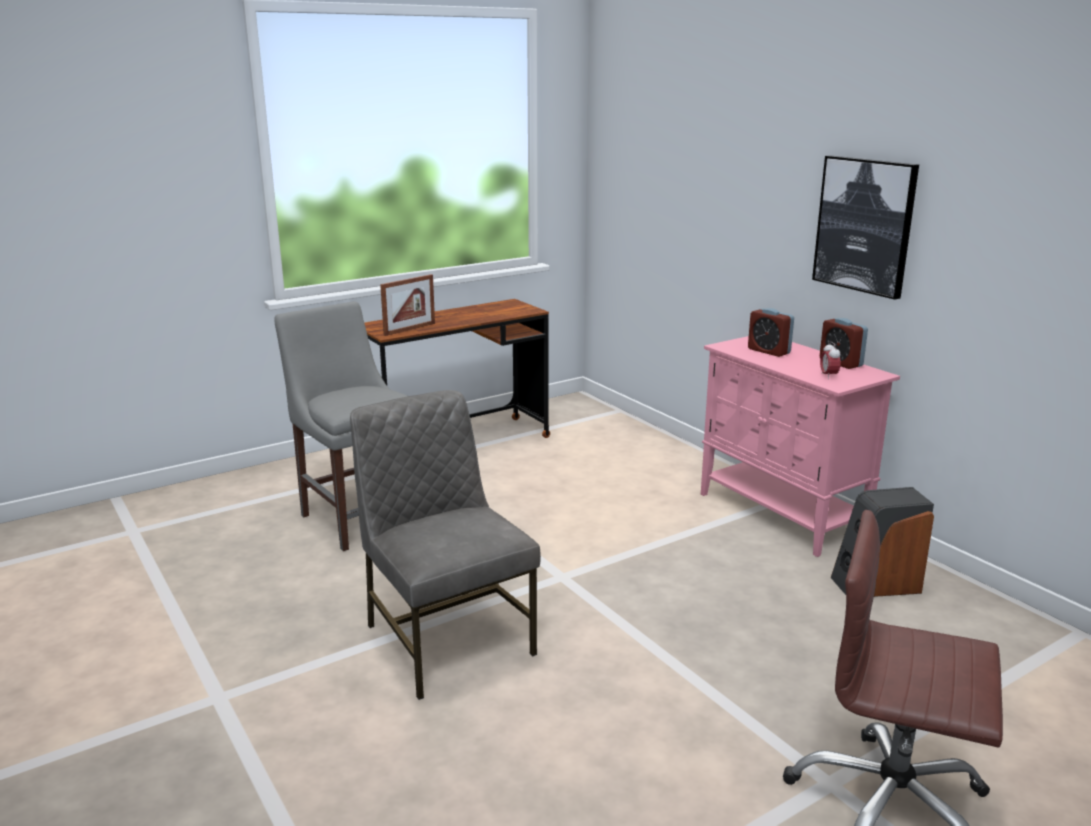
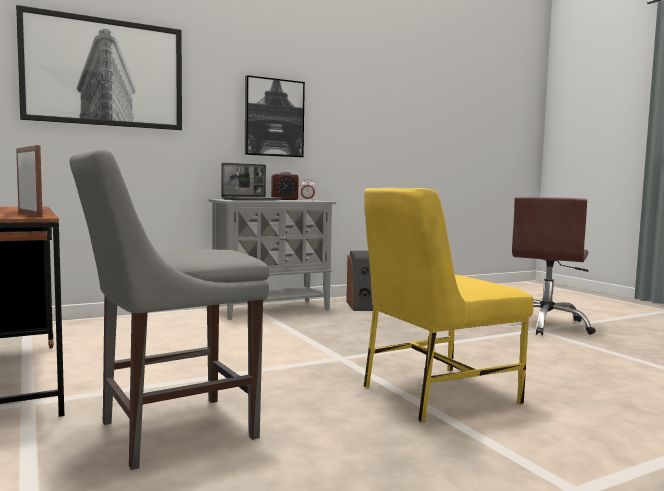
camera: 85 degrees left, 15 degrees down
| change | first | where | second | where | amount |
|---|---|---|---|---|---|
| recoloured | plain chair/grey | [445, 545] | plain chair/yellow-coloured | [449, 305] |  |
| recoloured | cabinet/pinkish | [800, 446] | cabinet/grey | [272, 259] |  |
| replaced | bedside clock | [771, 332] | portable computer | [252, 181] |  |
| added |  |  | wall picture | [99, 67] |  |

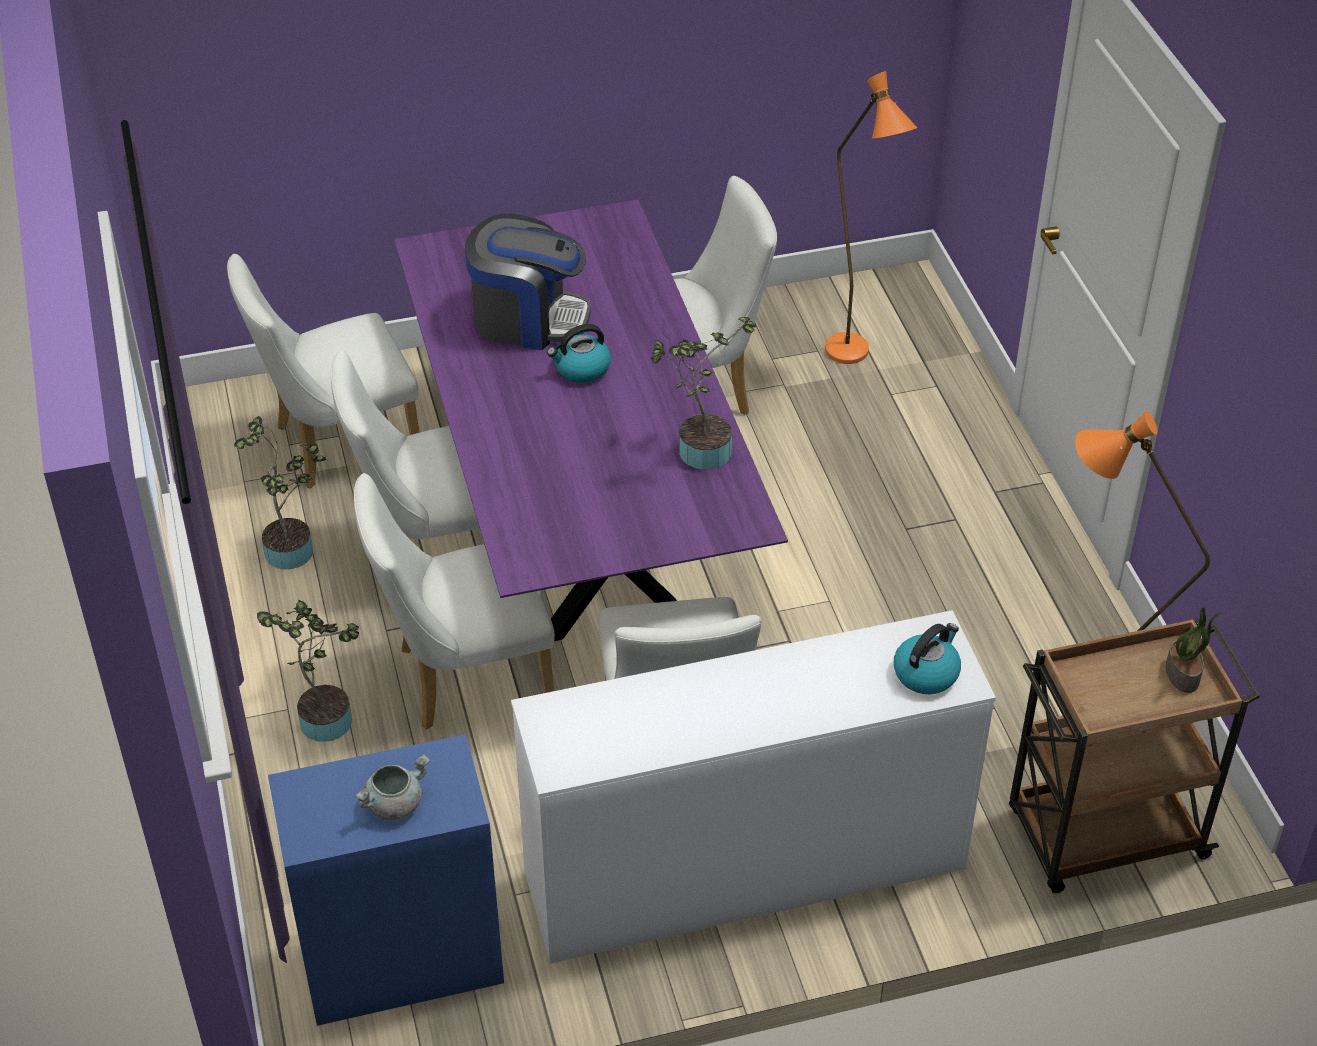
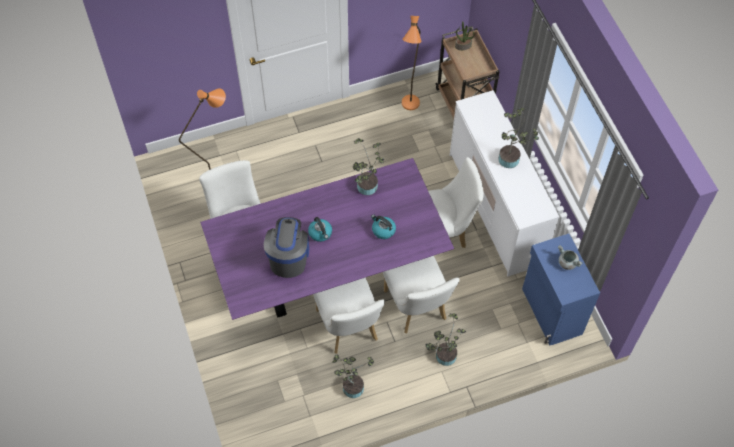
camera: 95 degrees left, 15 degrees up
| change | first | where | second | where | amount |
|---|---|---|---|---|---|
| removed | plain chair/white | [323, 371] |  |  |  |
| moved | water kettle | [927, 658] |  | [383, 227] |  |
| added |  |  | plant in a pot | [518, 138] |  |

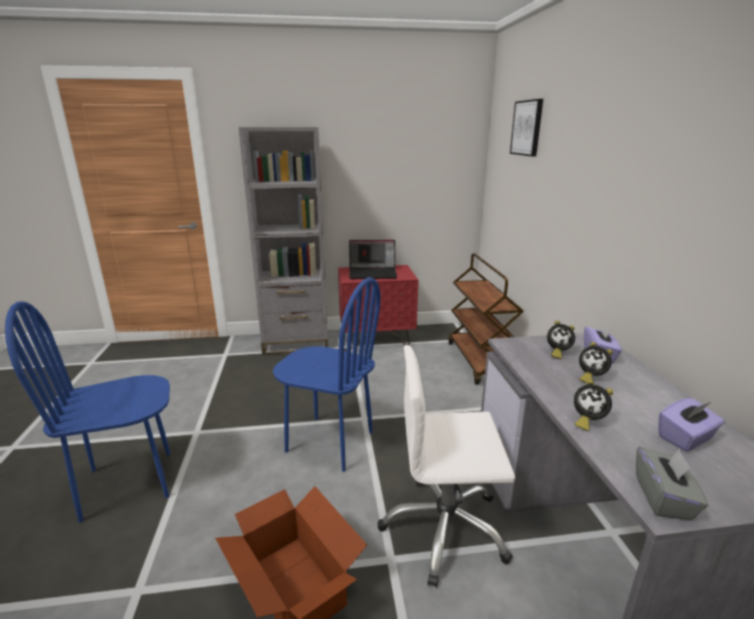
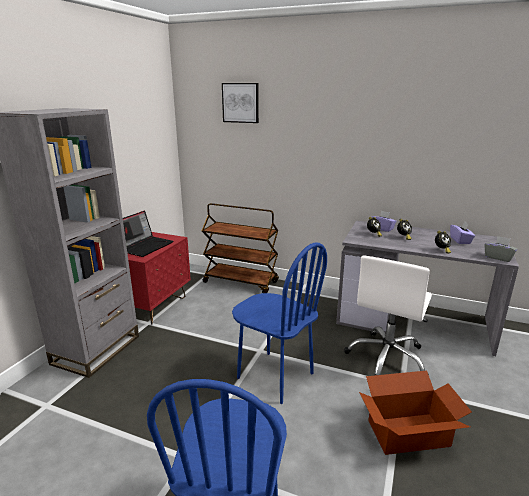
camera: 60 degrees left, 0 degrees up
| change | first | where | second | where | amount |
|---|---|---|---|---|---|
| turned | plain chair/blue-coloured | [327, 374] |  | [279, 323] | 75 degrees clockwise |

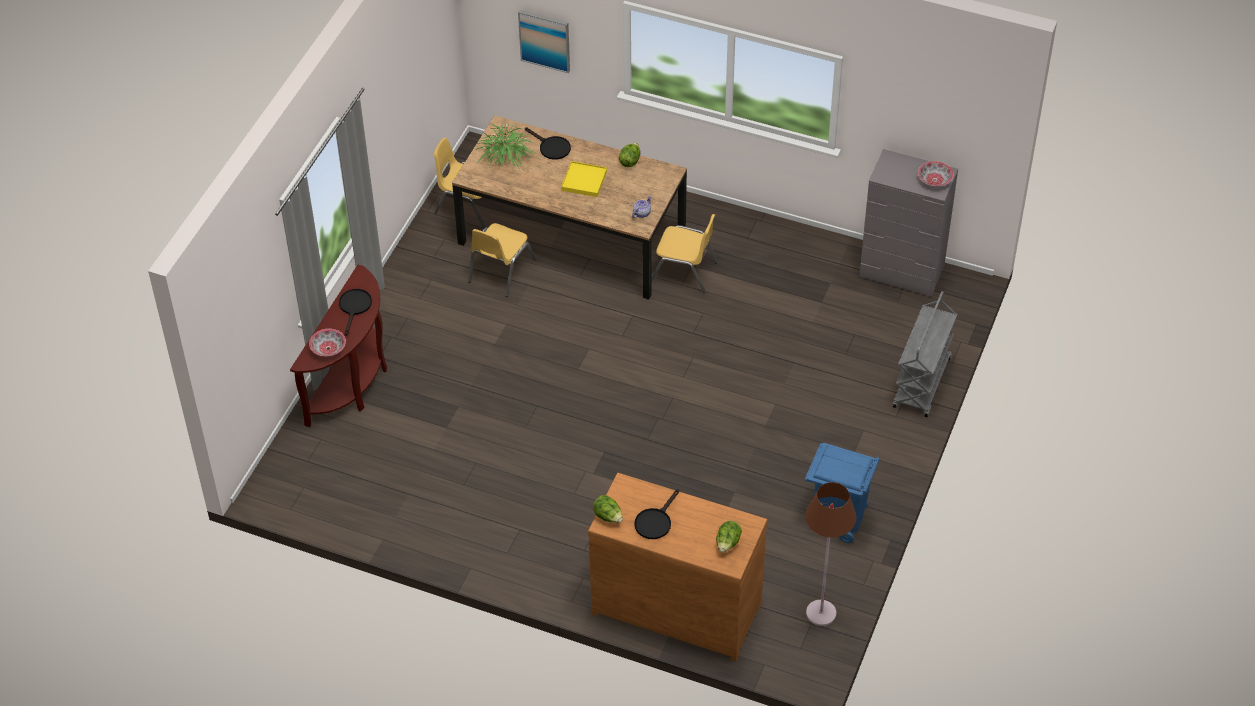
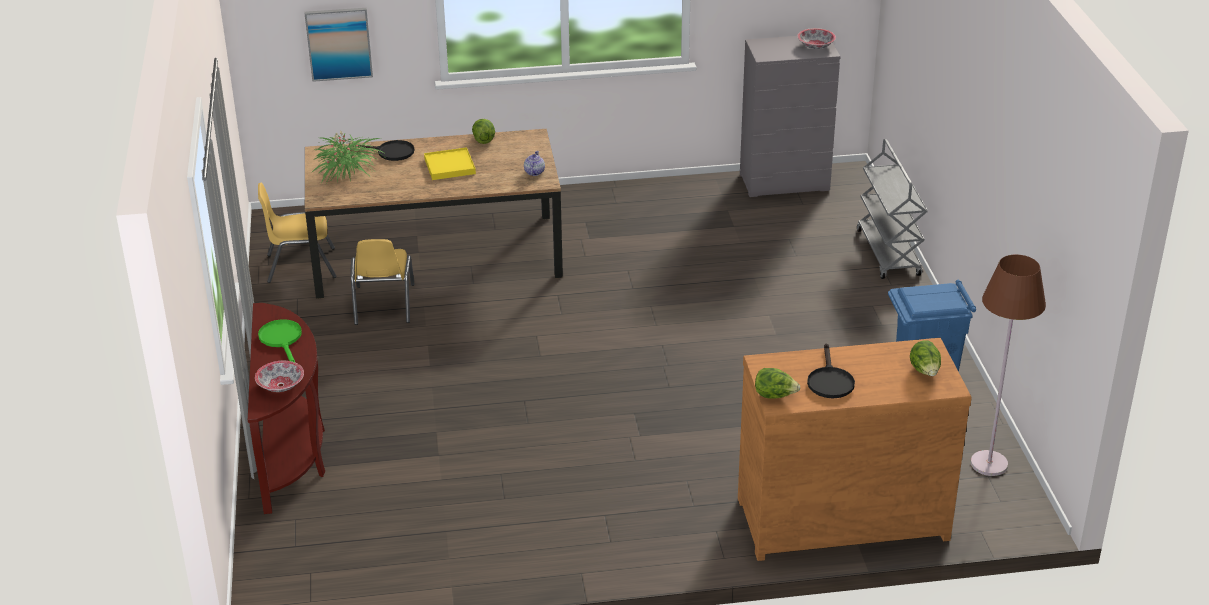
camera: 30 degrees left, 15 degrees down
| change | first | where | second | where | amount |
|---|---|---|---|---|---|
| recoloured | skillet/black | [355, 312] | skillet/green | [280, 341] |  |
| removed | plain chair/yellow-coloured | [685, 253] |  |  |  |

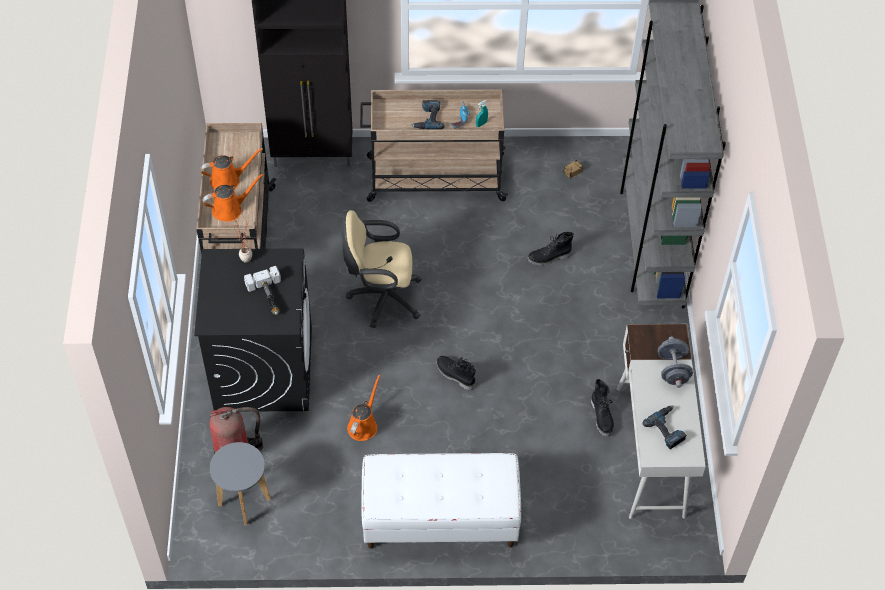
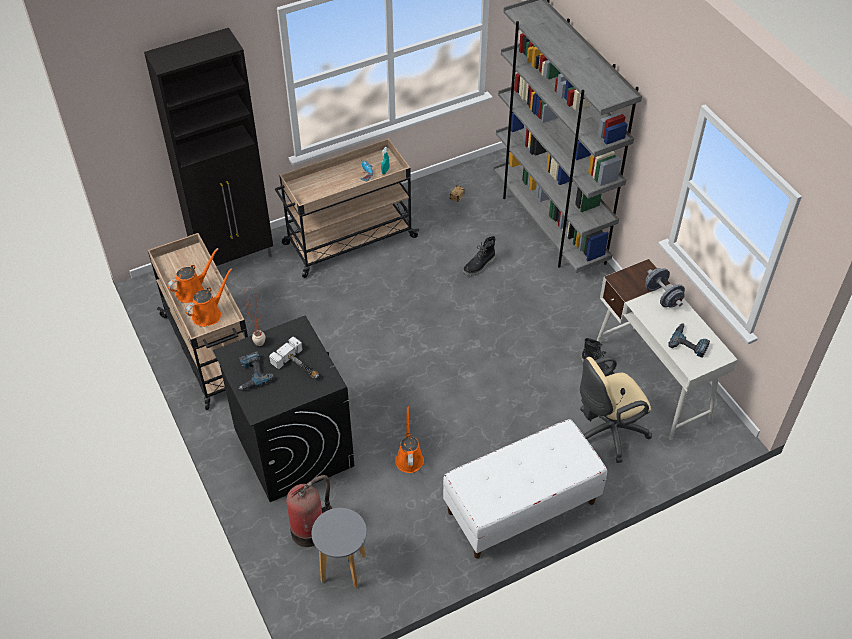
camera: 25 degrees left, 5 degrees down
| change | first | where | second | where | amount |
|---|---|---|---|---|---|
| moved | office chair/sand-coloured | [381, 269] |  | [616, 409] |  |
| moved | power drill | [428, 115] |  | [256, 370] |  |
| removed | high-top boot/black | [456, 373] |  |  |  |

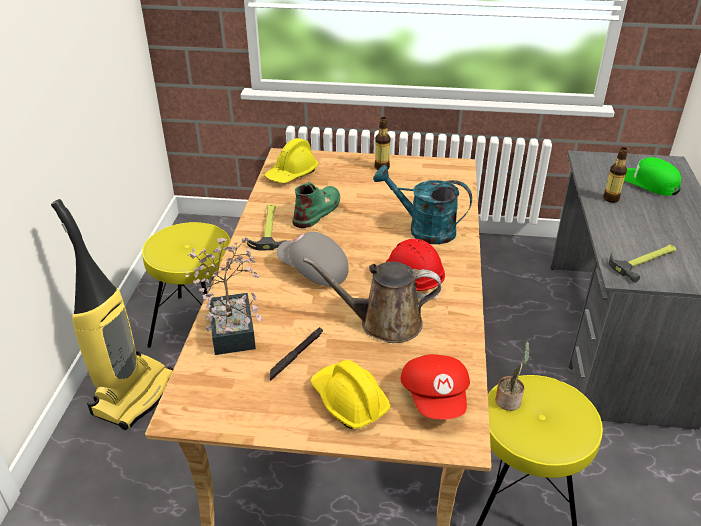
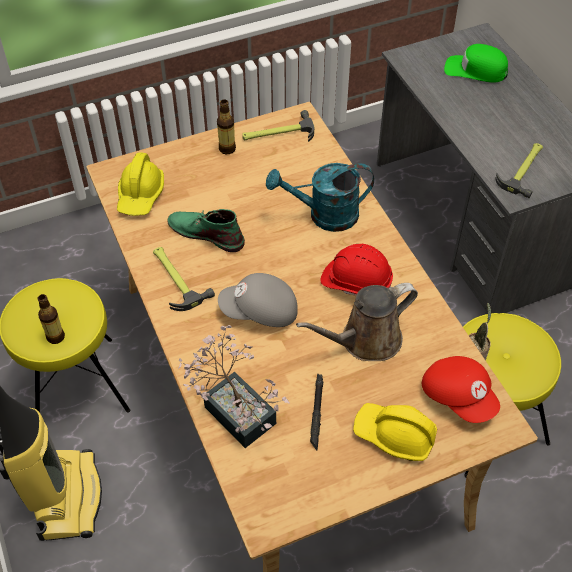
camera: 30 degrees left, 15 degrees up
| change | first | where | second | where | amount |
|---|---|---|---|---|---|
| turned | high-top boot/green | [316, 205] |  | [206, 230] | 60 degrees counterclockwise |
| moved | drink bottle | [615, 175] |  | [51, 319] |  |
| added |  |  | hammer | [278, 126] |  |

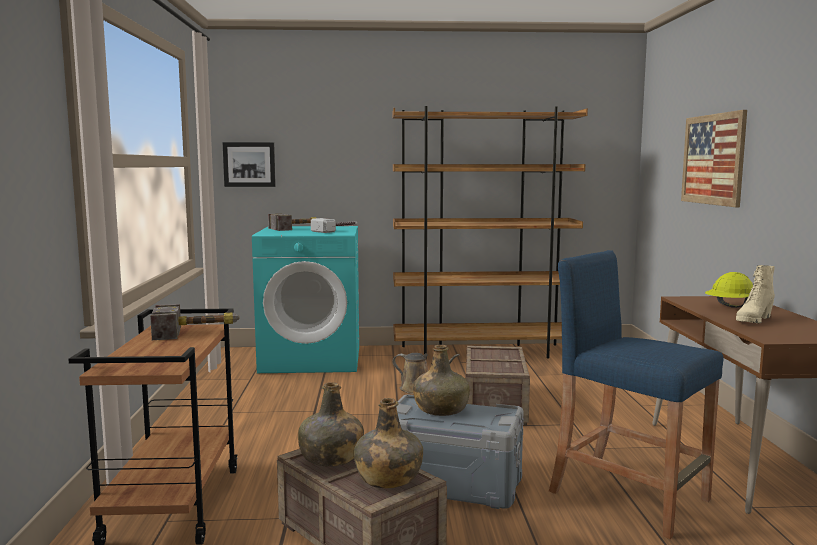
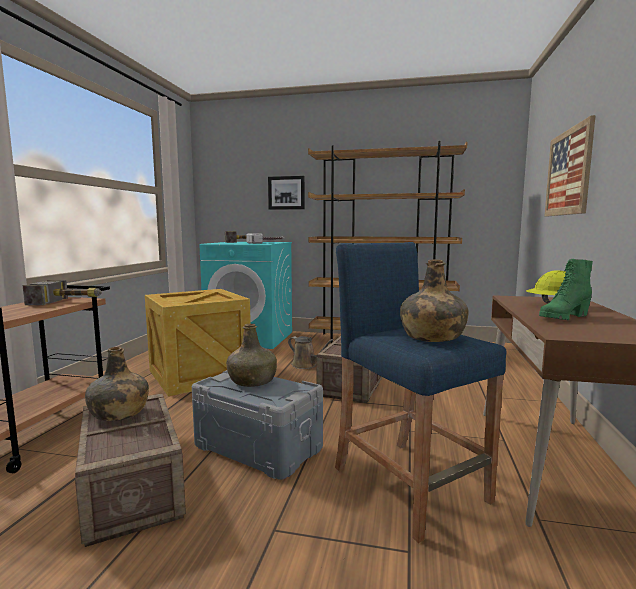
camera: 15 degrees right, 0 degrees up
| change | first | where | second | where | amount |
|---|---|---|---|---|---|
| moved | wall picture | [249, 164] |  | [286, 193] |  |
| moved | drink bottle/green | [388, 443] |  | [434, 300] |  |
| recoloured | high-top boot/sand-coloured | [755, 294] | high-top boot/green | [566, 289] |  |
| added |  |  | packing crate | [198, 342] |  |

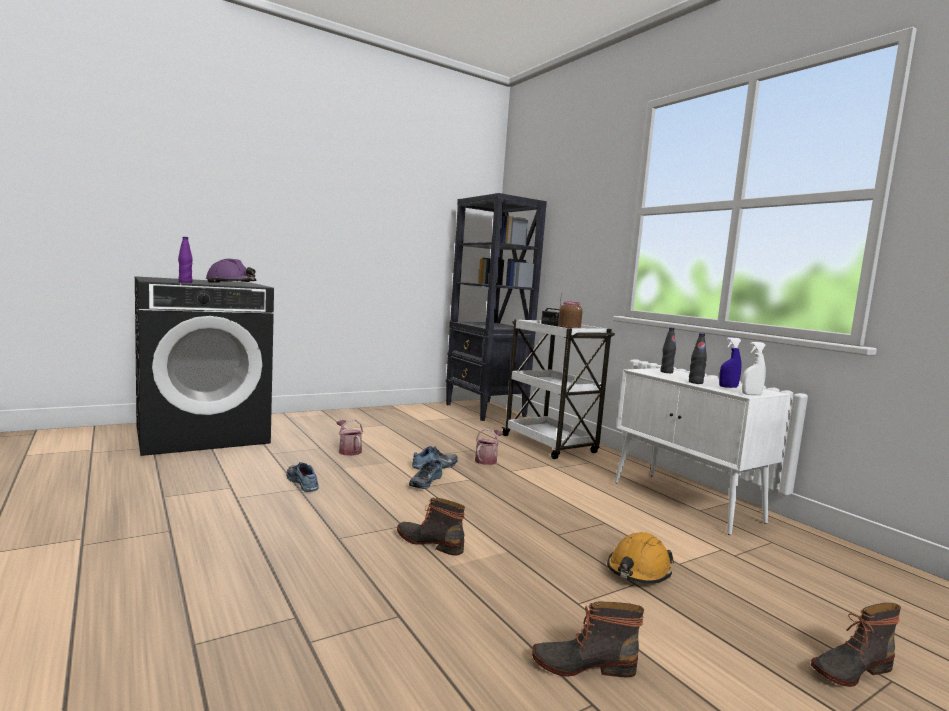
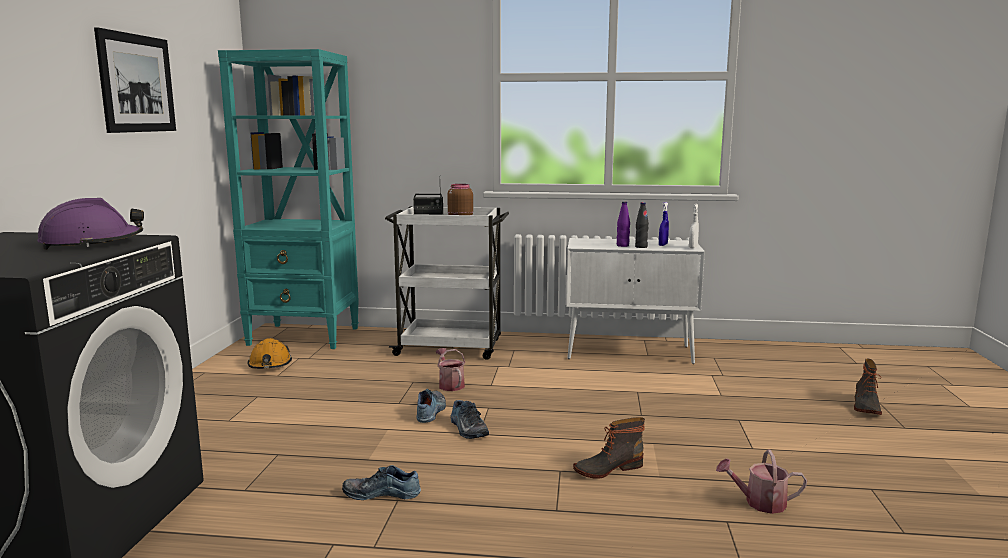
camera: 50 degrees left, 5 degrees up
| change | first | where | second | where | amount |
|---|---|---|---|---|---|
| moved | drink bottle/purple-coloured | [185, 260] |  | [623, 224] |  |
| moved | sprinkling can | [350, 438] |  | [761, 482] |  |
| recoloured | bookcase/black | [496, 307] | bookcase/turquoise | [288, 199] |  |
| removed | high-top boot | [588, 639] |  |  |  |
| moved | work helmet/orangey | [640, 558] |  | [270, 353] |  |
| removed | drink bottle/black | [668, 350] |  |  |  |
| added |  |  | wall picture | [135, 80] |  |

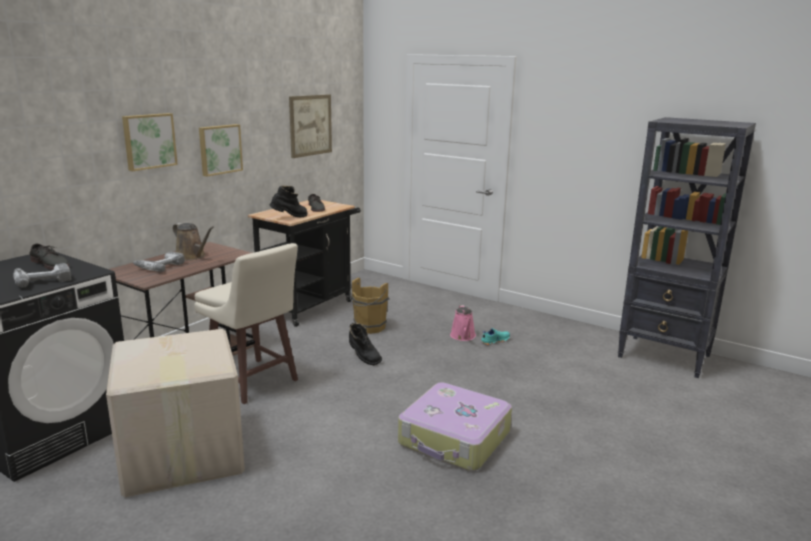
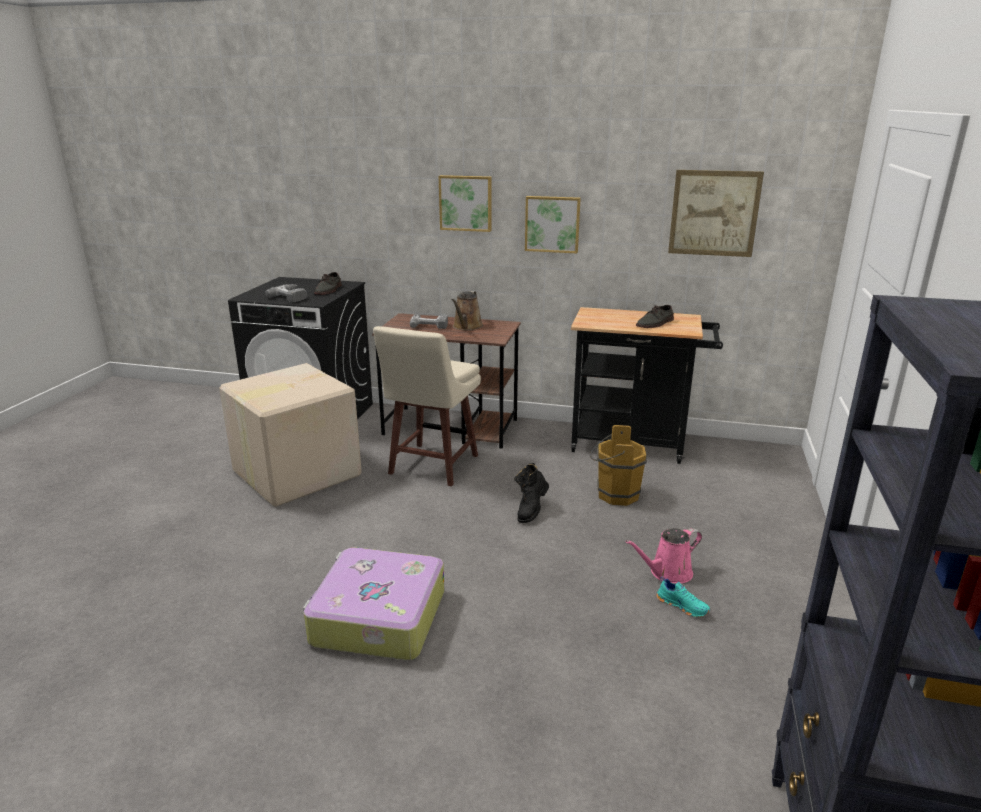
camera: 70 degrees right, 5 degrees up
| change | first | where | second | where | amount |
|---|---|---|---|---|---|
| removed | high-top boot/black | [289, 201] |  |  |  |

